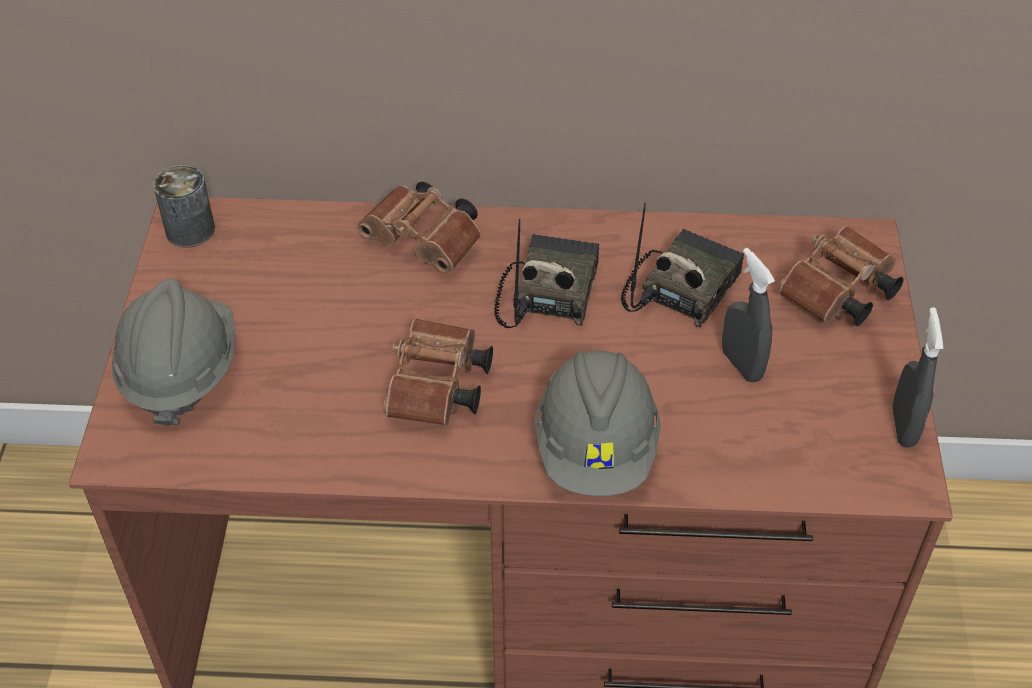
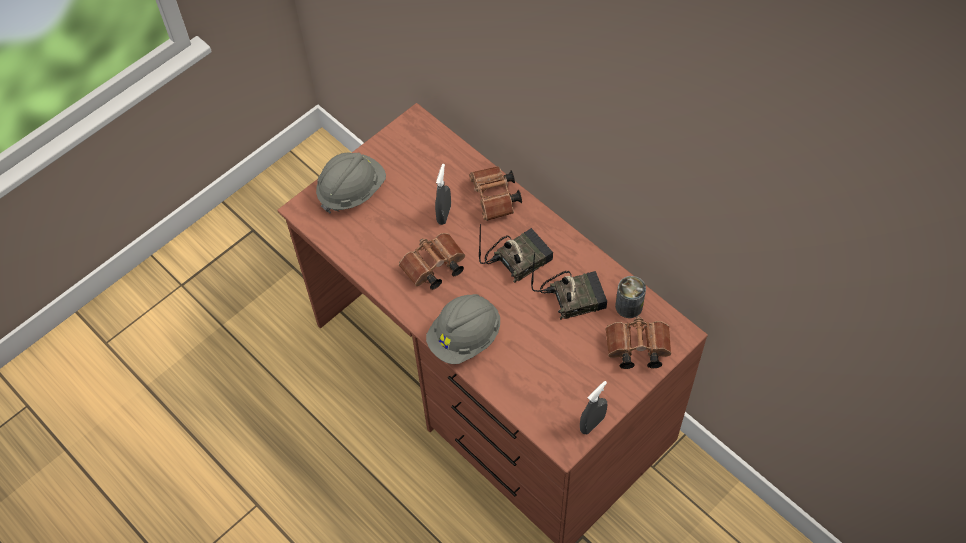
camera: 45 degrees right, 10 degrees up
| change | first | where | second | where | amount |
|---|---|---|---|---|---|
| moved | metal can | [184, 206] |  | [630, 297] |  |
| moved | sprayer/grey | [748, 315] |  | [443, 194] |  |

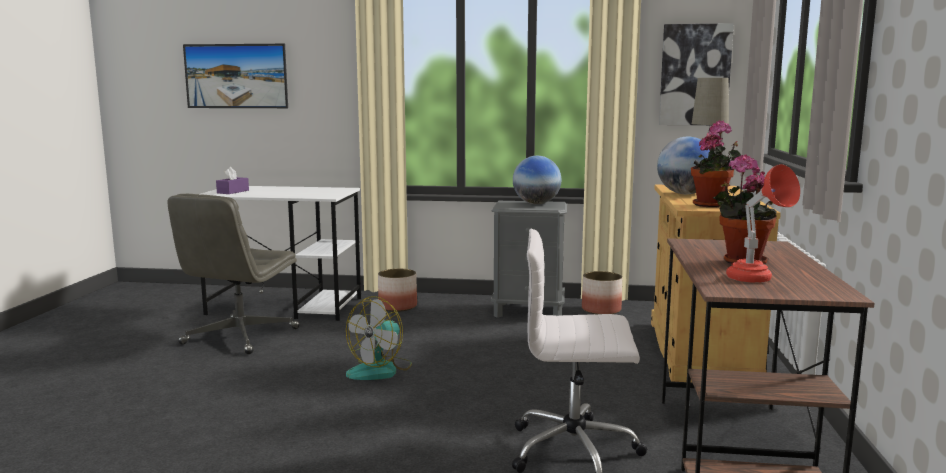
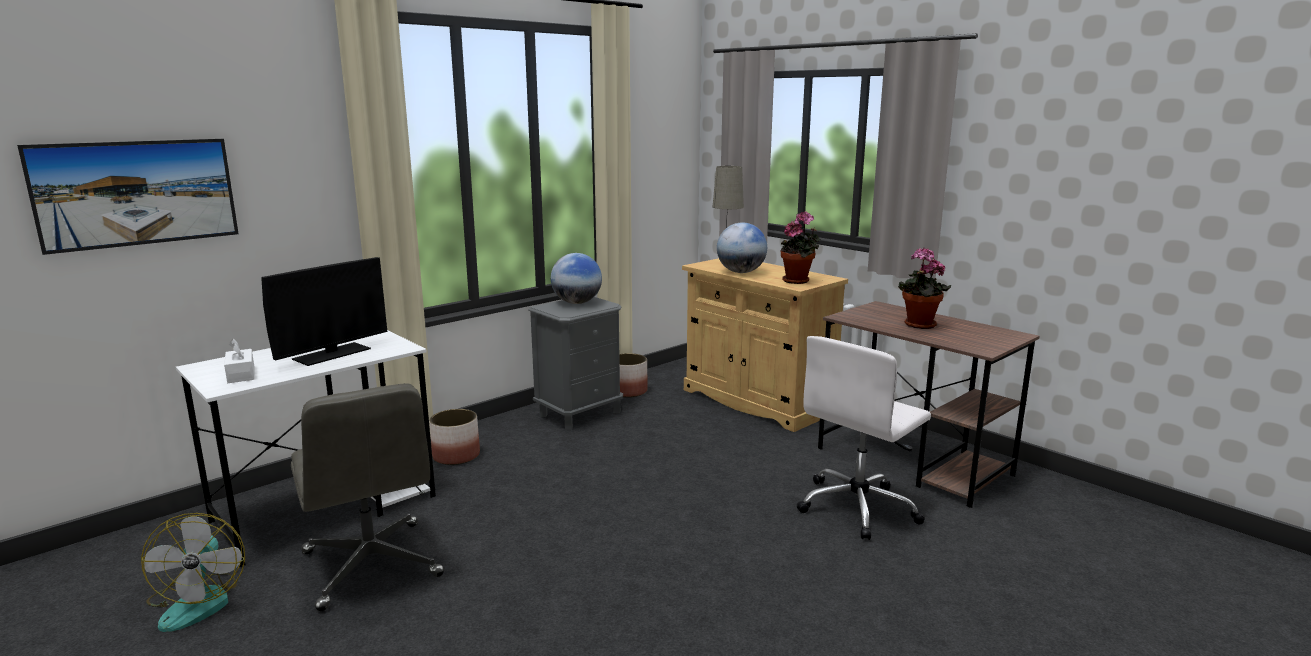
camera: 50 degrees left, 5 degrees up
| change | first | where | second | where | amount |
|---|---|---|---|---|---|
| recoloured | tissue box/purple-coloured | [232, 180] | tissue box/white | [239, 361] |  |
| moved | cooling fan | [379, 338] |  | [193, 572] |  |
| removed | wall picture | [696, 74] |  |  |  |
| removed | tabletop lamp/red | [763, 223] |  |  |  |
| added |  |  | computer screen | [324, 311] |  |

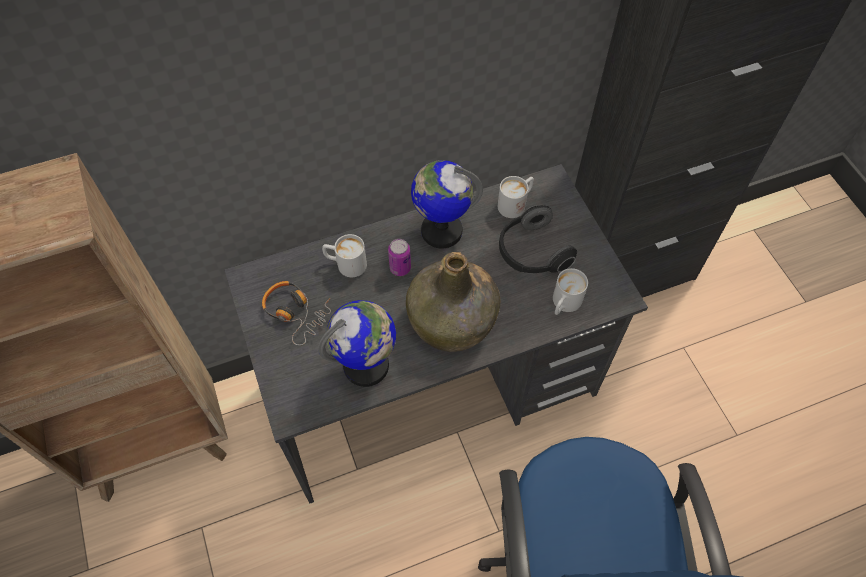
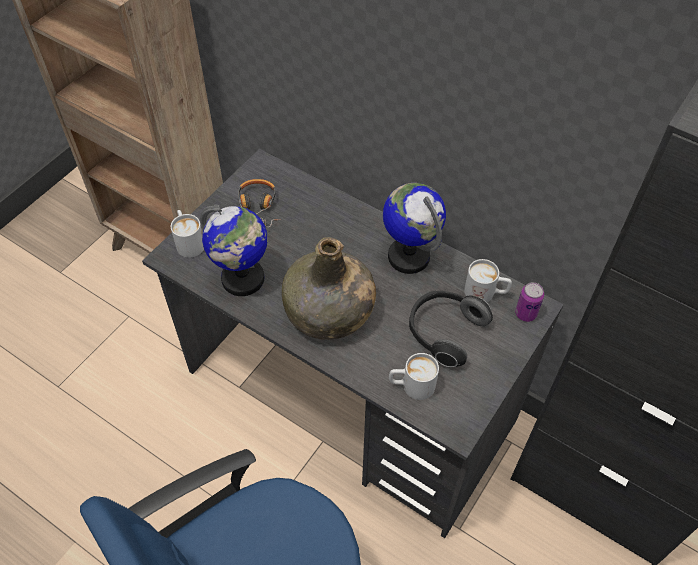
camera: 55 degrees right, 5 degrees down
| change | first | where | second | where | amount |
|---|---|---|---|---|---|
| moved | mug/white | [344, 255] |  | [187, 234] |  |
| moved | metal can | [399, 257] |  | [529, 302] |  |

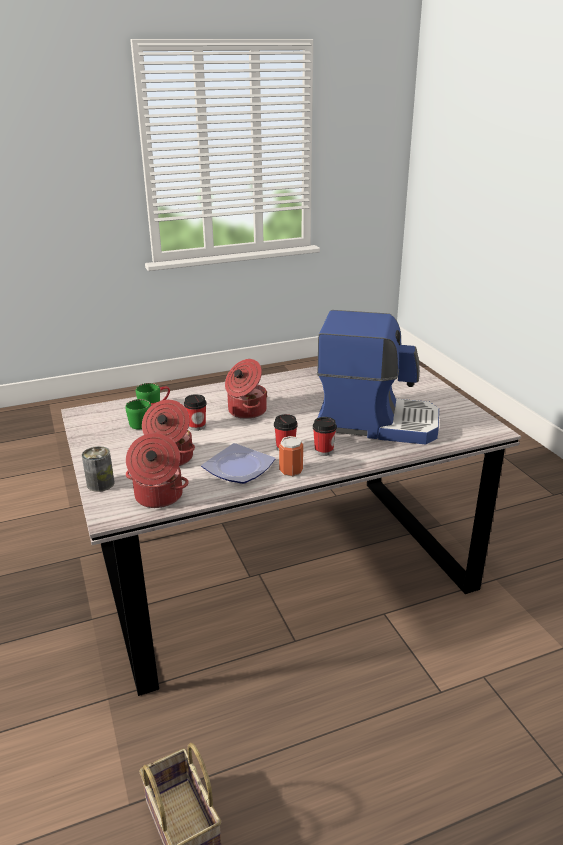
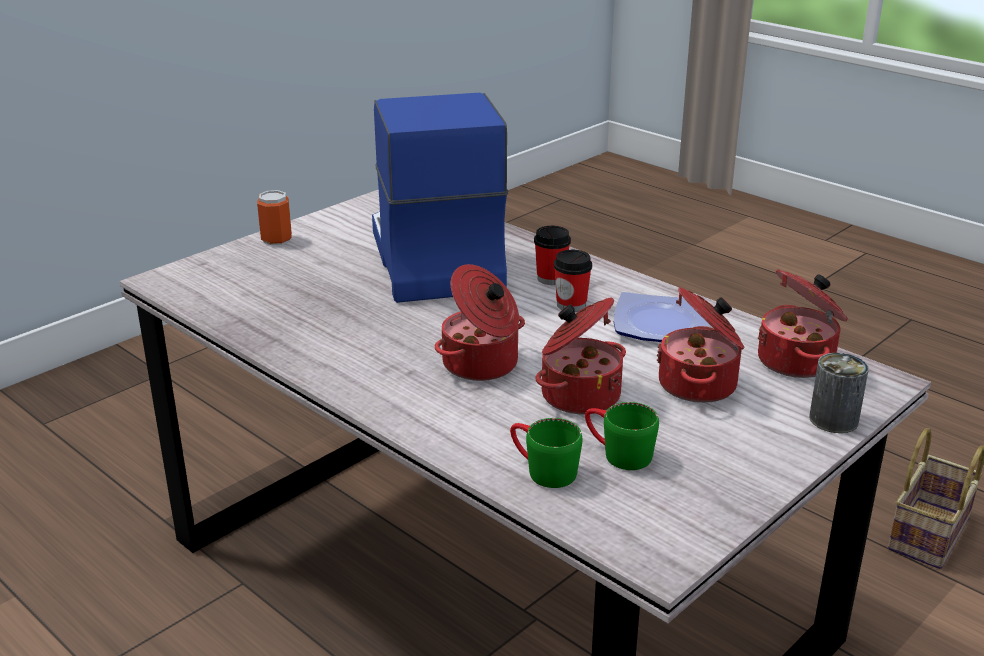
camera: 115 degrees left, 0 degrees up
| change | first | where | second | where | amount |
|---|---|---|---|---|---|
| replaced | small cup | [195, 412] | saucepot | [580, 355] |  |
| moved | metal can | [291, 456] |  | [274, 217] |  |

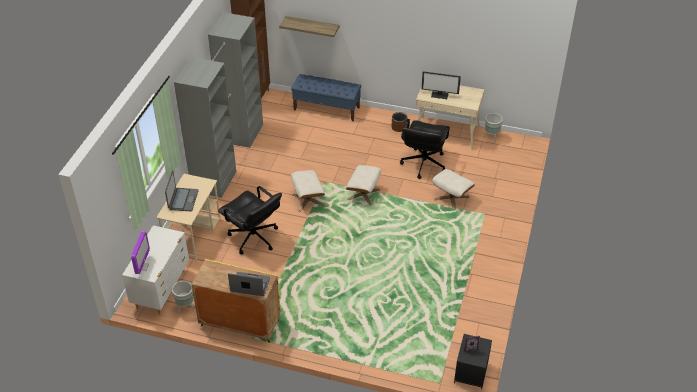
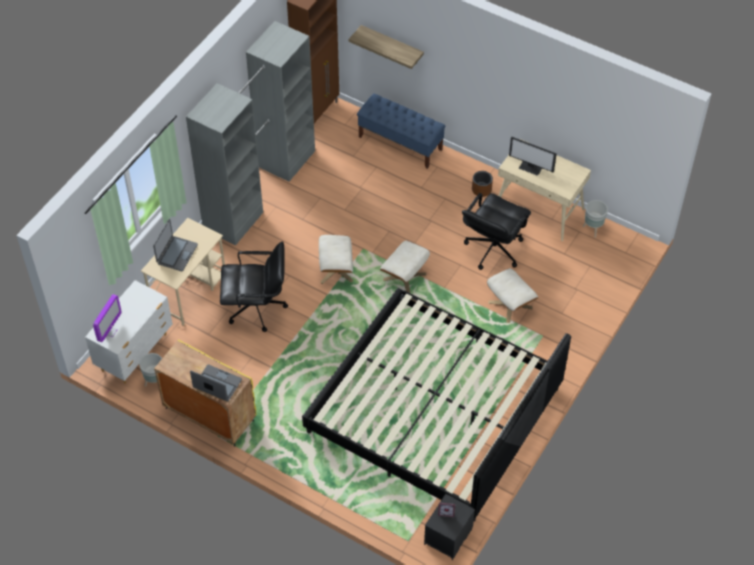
camera: 15 degrees right, 10 degrees up
| change | first | where | second | where | amount |
|---|---|---|---|---|---|
| turned | office chair/black | [250, 220] |  | [254, 287] | 60 degrees counterclockwise |
| added |  |  | sleeping bed | [436, 404] |  |

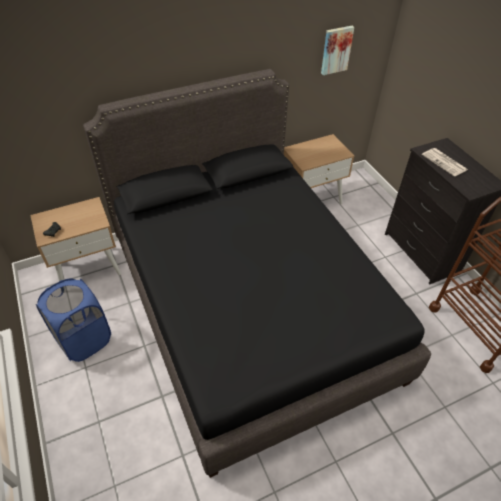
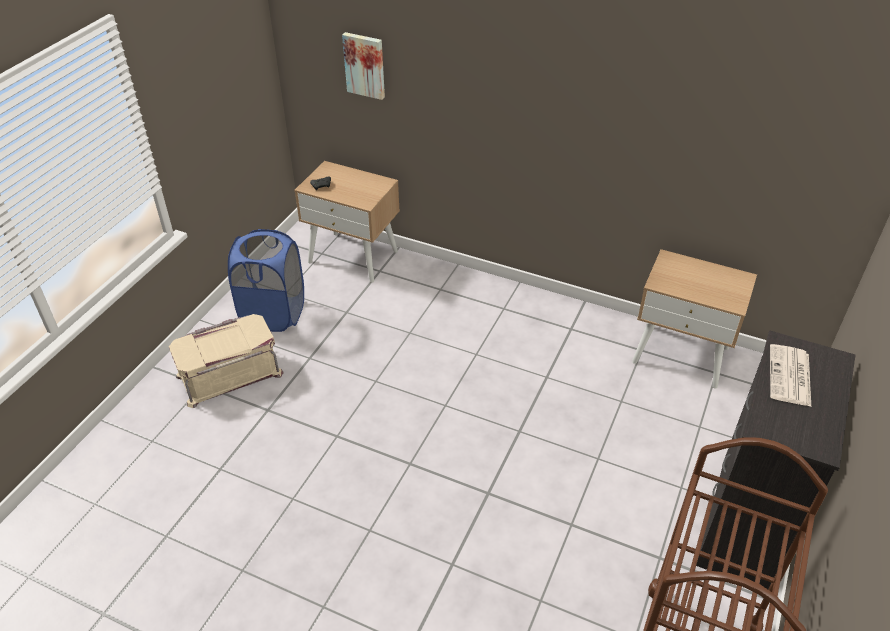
camera: 50 degrees right, 5 degrees down
| change | first | where | second | where | amount |
|---|---|---|---|---|---|
| removed | sleeping bed/black | [257, 273] |  |  |  |
| moved | wall picture | [337, 50] |  | [363, 66] |  |
| added |  |  | storage bin/sand-coloured | [226, 361] |  |

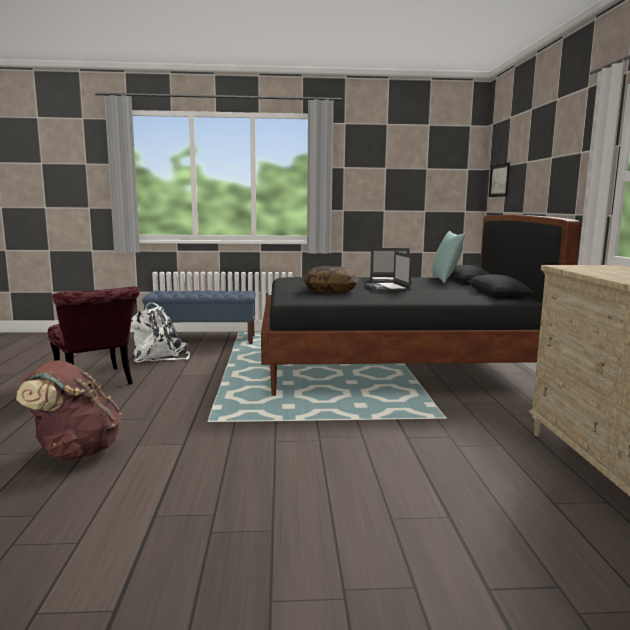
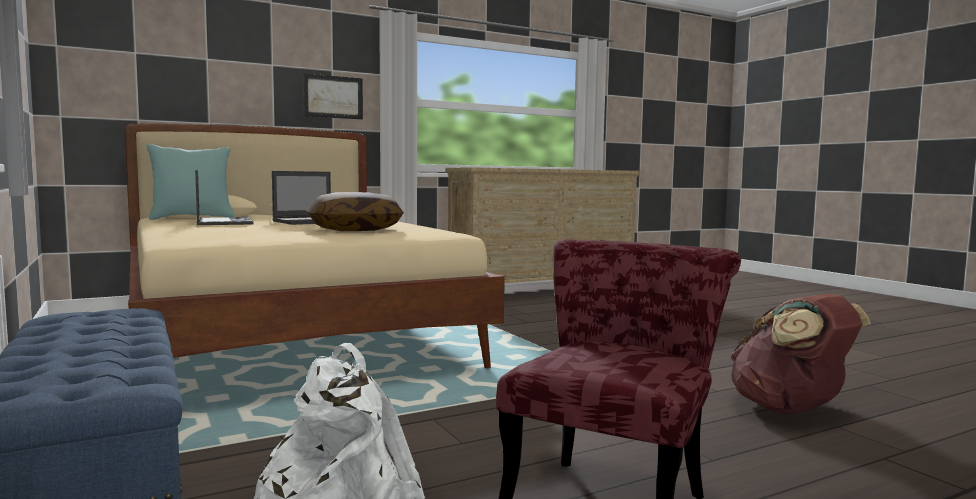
camera: 115 degrees left, 5 degrees down
| change | first | where | second | where | amount |
|---|---|---|---|---|---|
| recoloured | sleeping bed/black | [421, 305] | sleeping bed/sand-coloured | [315, 246] |  |
| moved | wall picture | [499, 179] |  | [333, 96] |  |

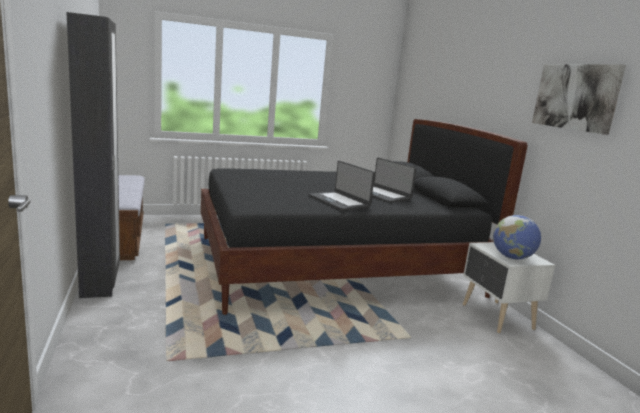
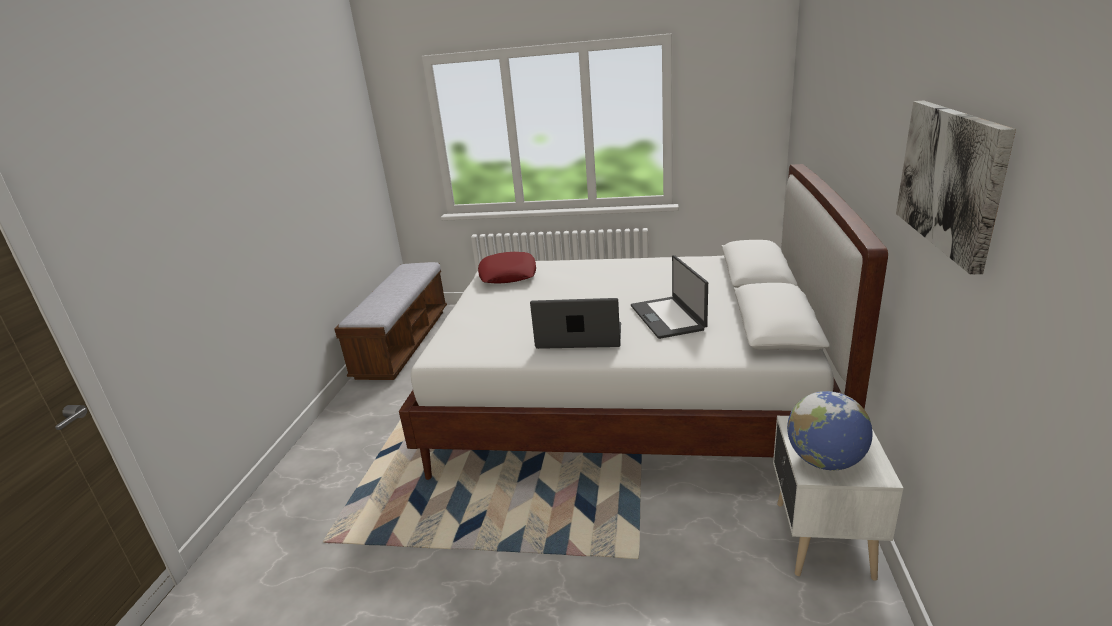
camera: 30 degrees right, 10 degrees up
| change | first | where | second | where | amount |
|---|---|---|---|---|---|
| removed | clothes cupboard/black | [93, 155] |  |  |  |
| recoloured | sleeping bed/black | [364, 217] | sleeping bed/white | [643, 322] |  |
| turned | portable computer | [341, 186] |  | [575, 323] | 105 degrees clockwise |
| added |  |  | cushion/red | [507, 267] |  |

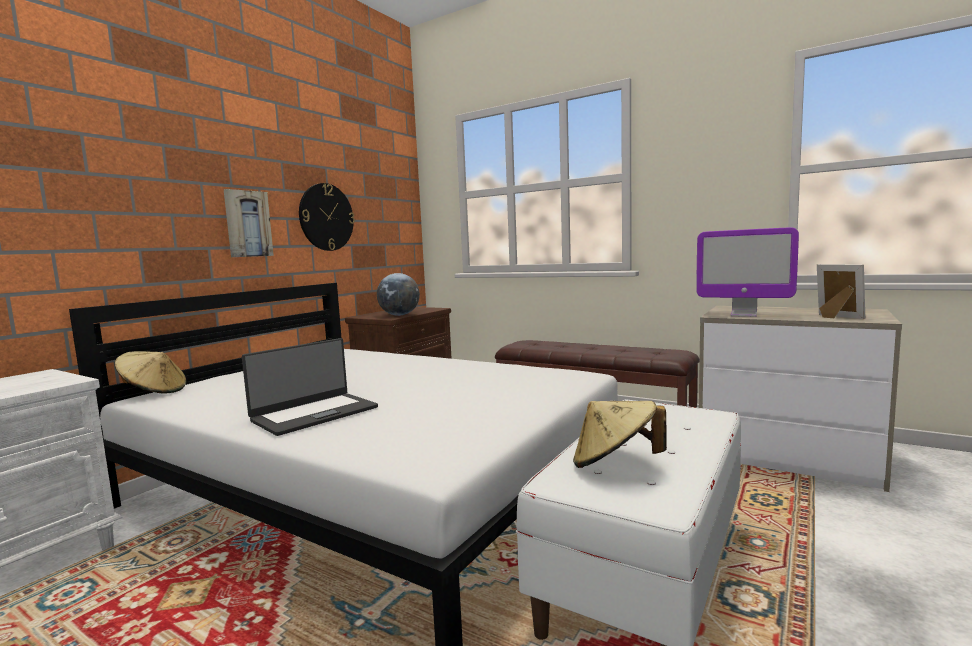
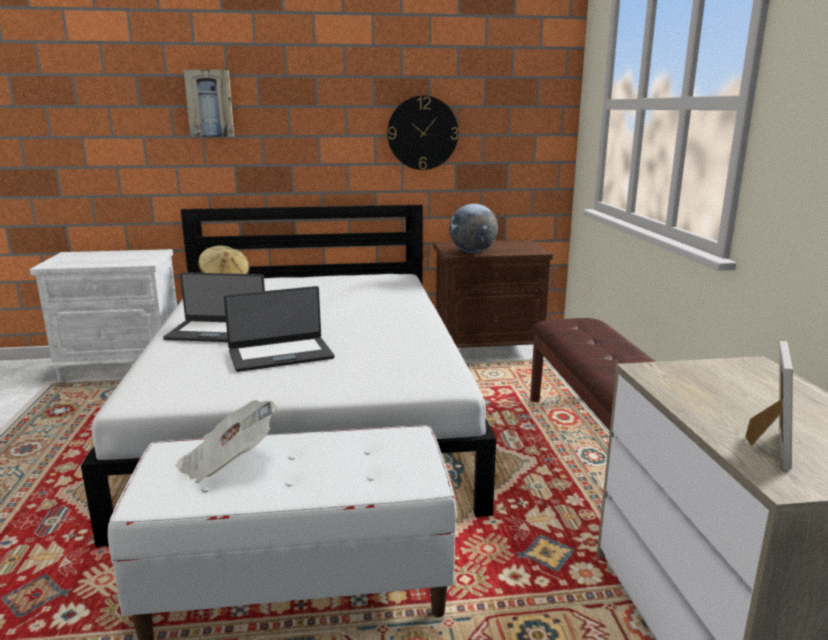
camera: 50 degrees right, 10 degrees up
| change | first | where | second | where | amount |
|---|---|---|---|---|---|
| moved | wall picture | [249, 223] |  | [209, 103] |  |
| replaced | hat/sand-coloured | [620, 434] | newspaper | [226, 441] |  |
| removed | computer screen | [747, 272] |  |  |  |
| added |  |  | portable computer | [279, 329] |  |

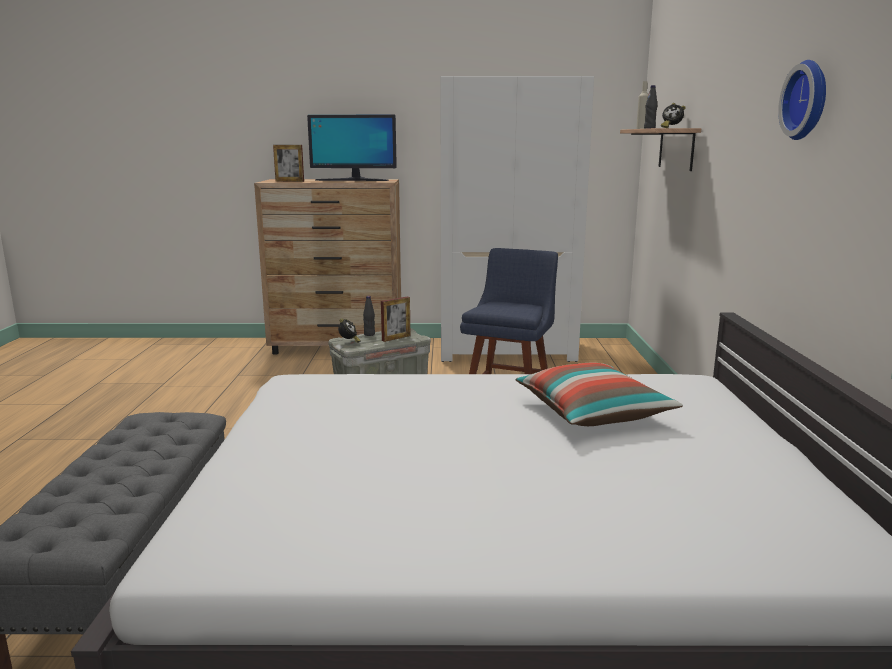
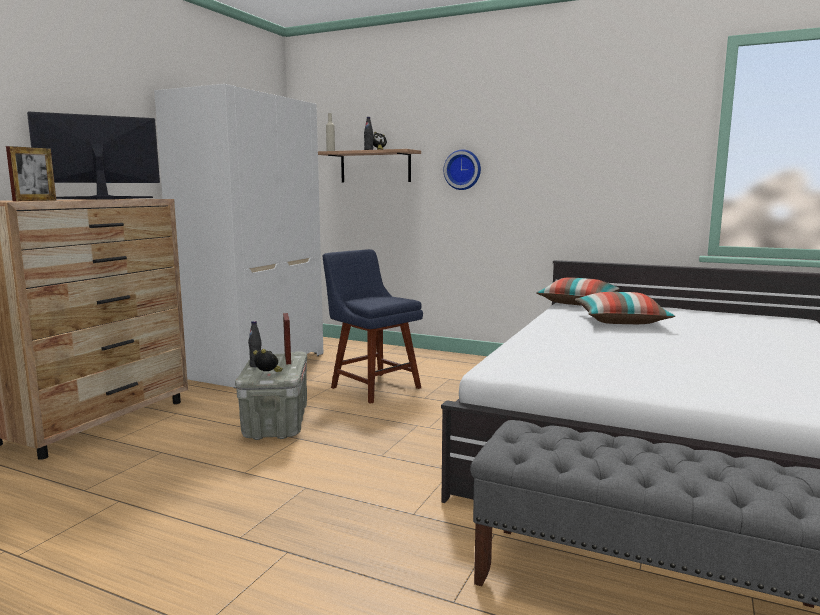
camera: 65 degrees left, 5 degrees down
| change | first | where | second | where | amount |
|---|---|---|---|---|---|
| turned | computer screen | [352, 148] |  | [93, 156] | 150 degrees counterclockwise |
| moved | hanging clock | [802, 100] |  | [462, 169] |  |
| added |  |  | cushion | [578, 291] |  |

